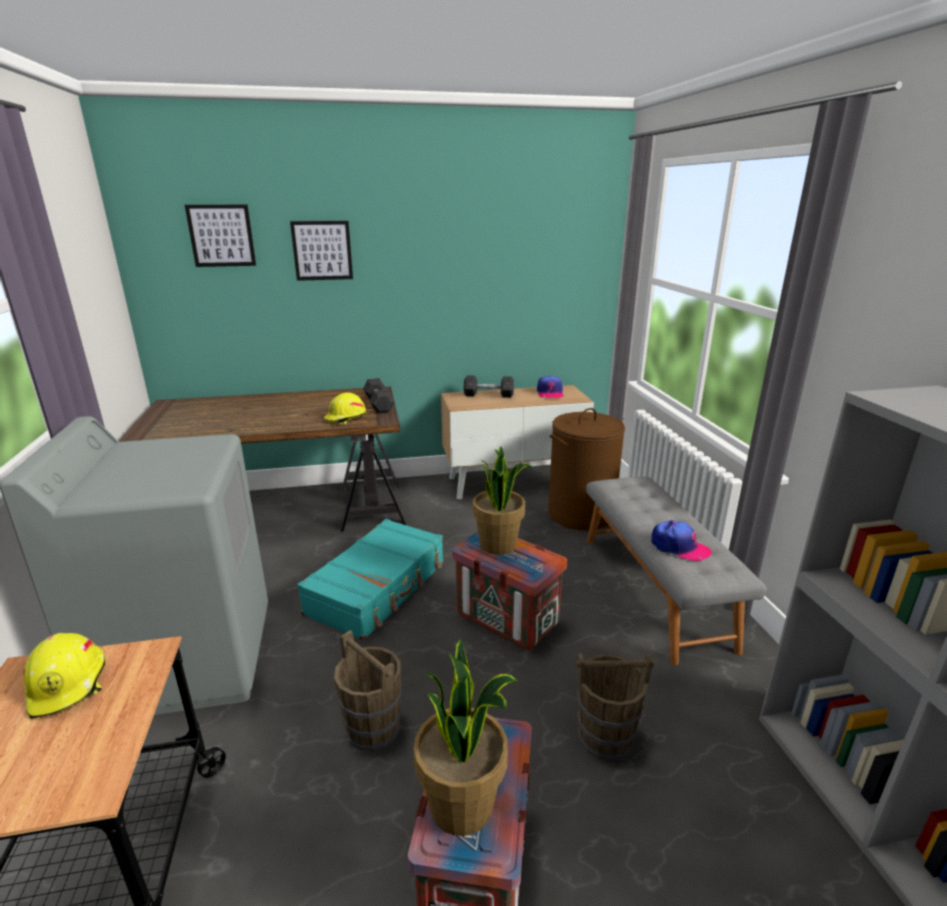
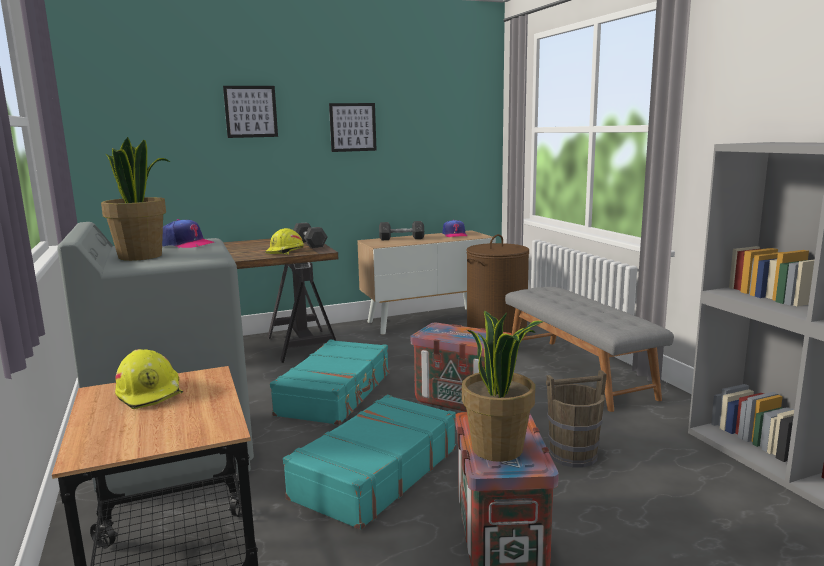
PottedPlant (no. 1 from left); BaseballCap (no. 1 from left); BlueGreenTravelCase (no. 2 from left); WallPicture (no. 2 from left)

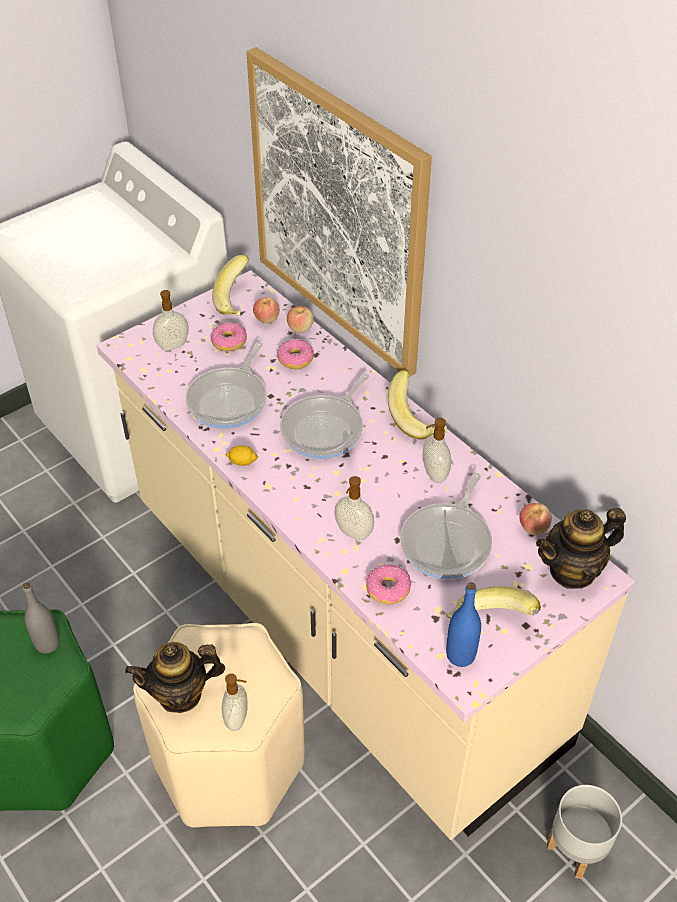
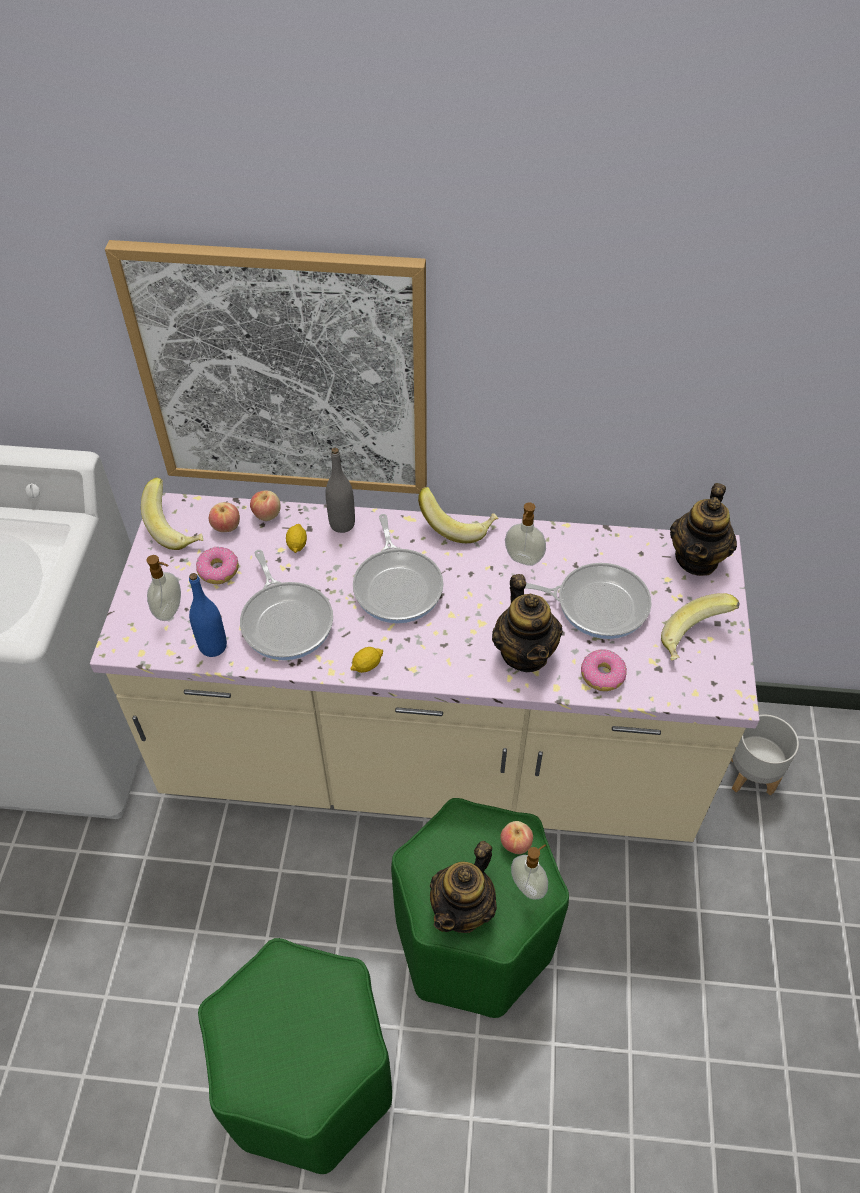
BlueColouredDrinkBottle; Lemon (no. 1 from left); GreyDrinkBottle; GreenColouredStool (no. 2 from left); PotForTea (no. 2 from left); Apple (no. 3 from left); Skillet (no. 3 from left)

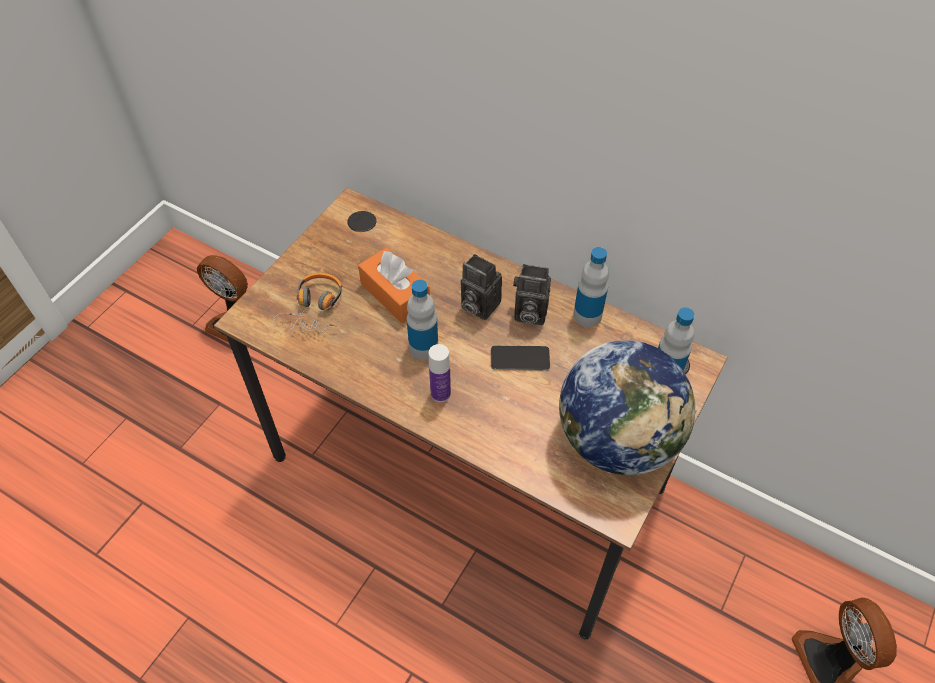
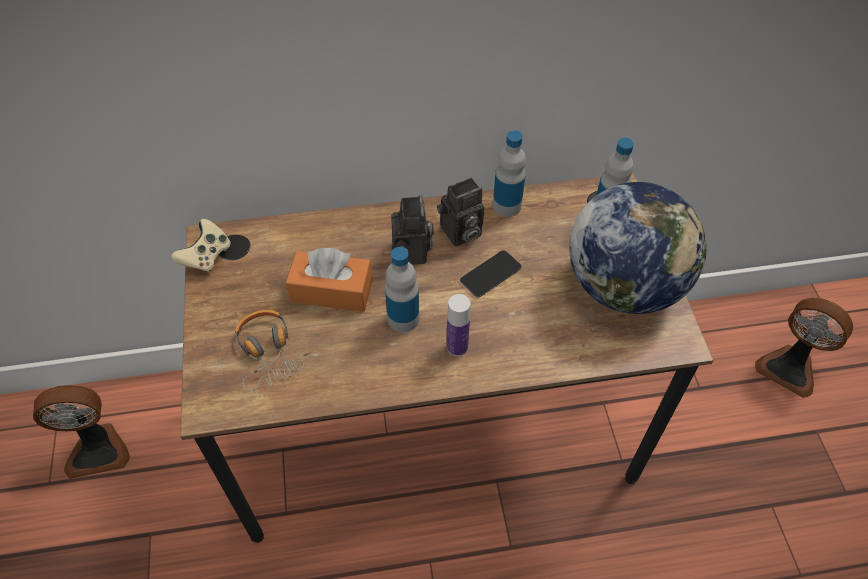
SandColouredGamepad; StillCamera (no. 1 from left)

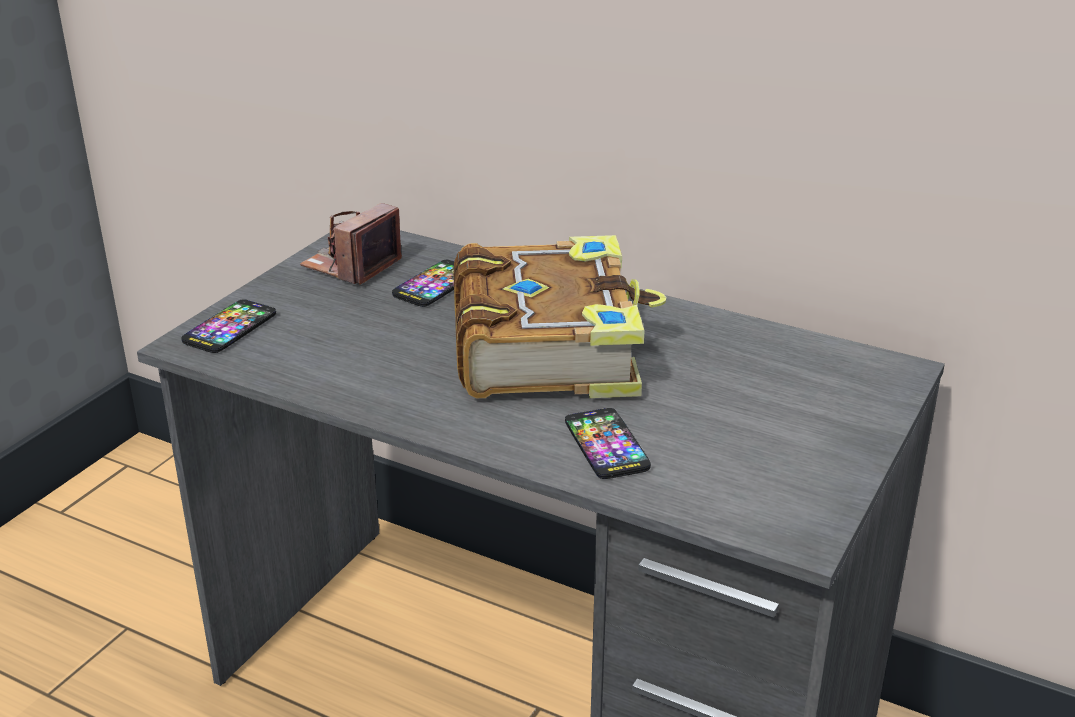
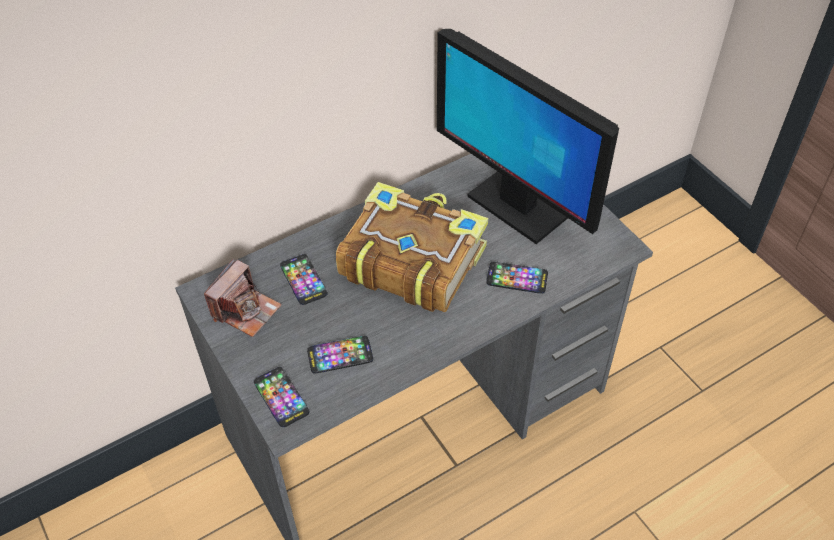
StillCamera; Phone (no. 3 from left); ComputerDisplay

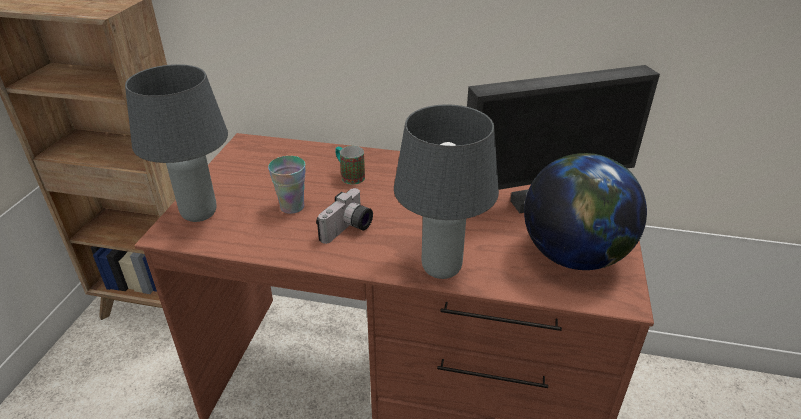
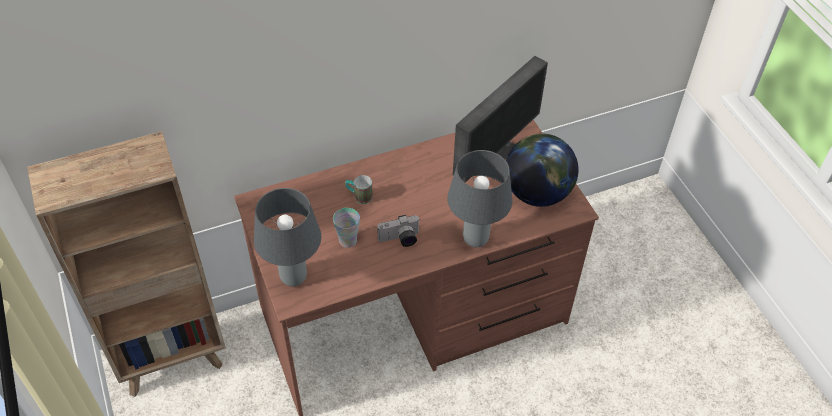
StillCamera

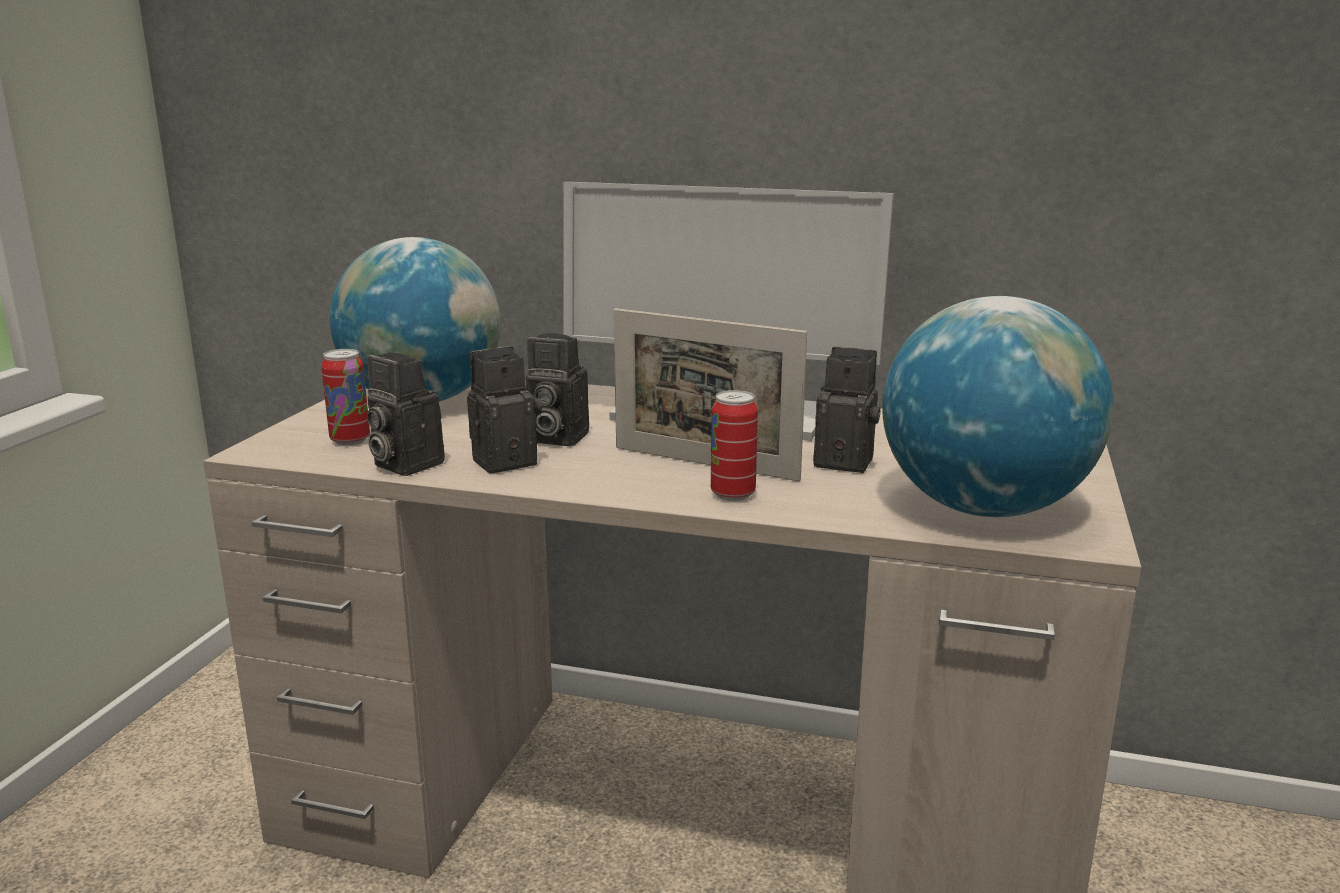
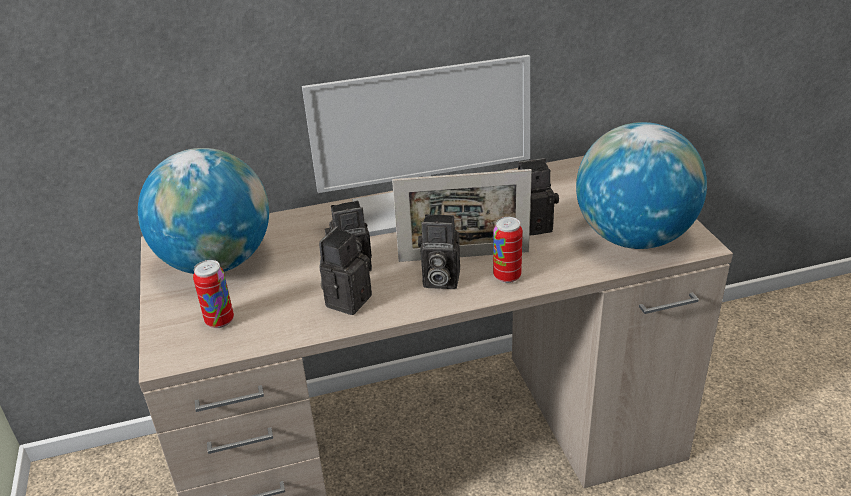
StillCamera (no. 3 from left)

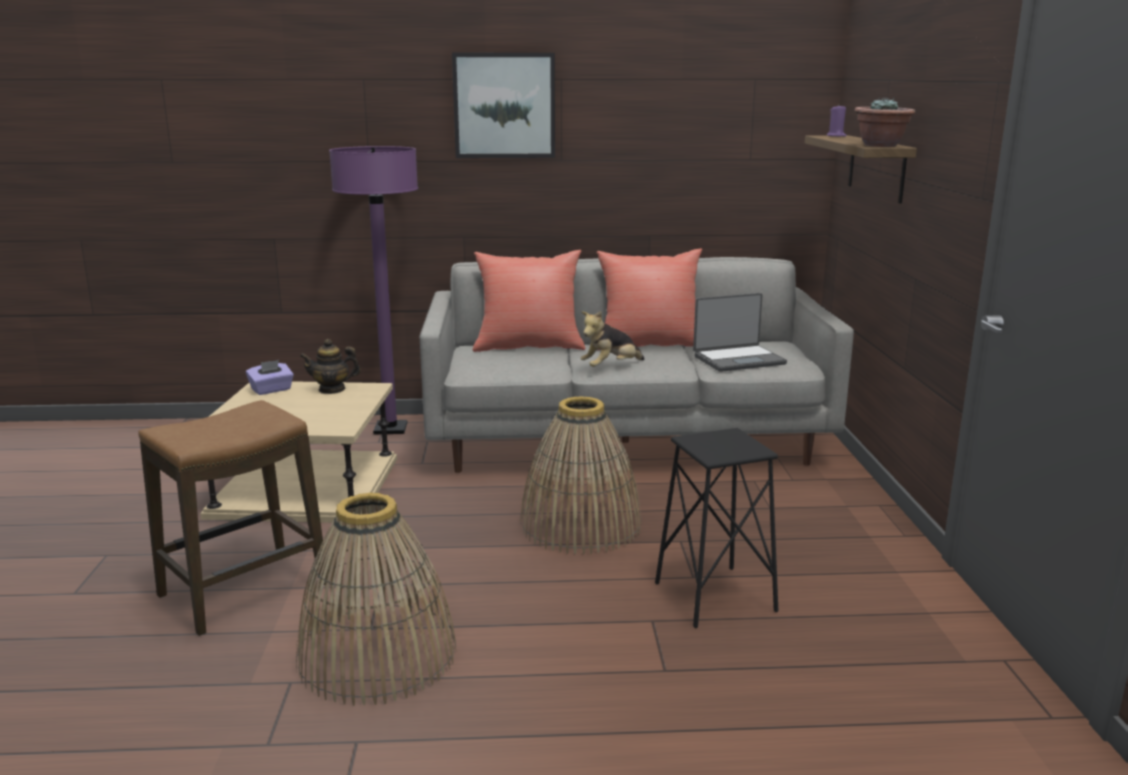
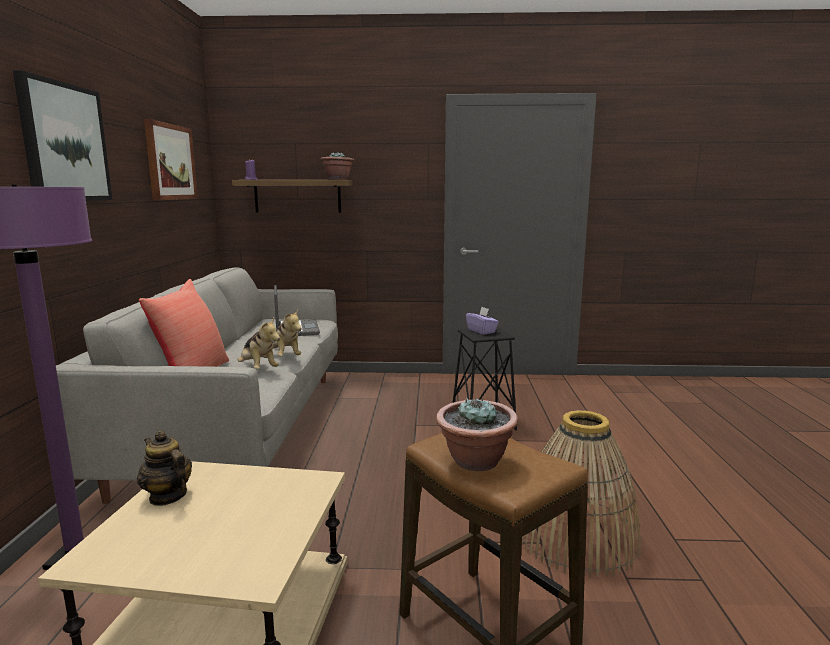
PotForTea; WallPicture (no. 2 from left); SoftToy (no. 1 from left); PottedPlant (no. 2 from left); PurpleTissueHolder; Basket (no. 2 from left in the first image); ReddishPillow (no. 2 from left in the first image)

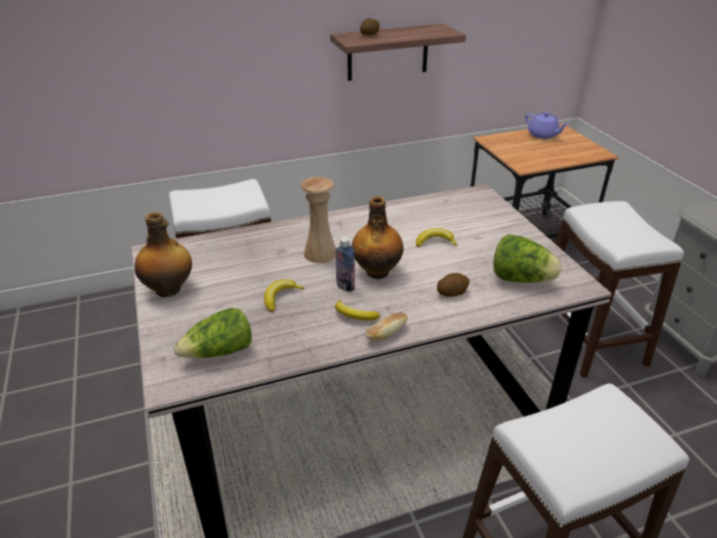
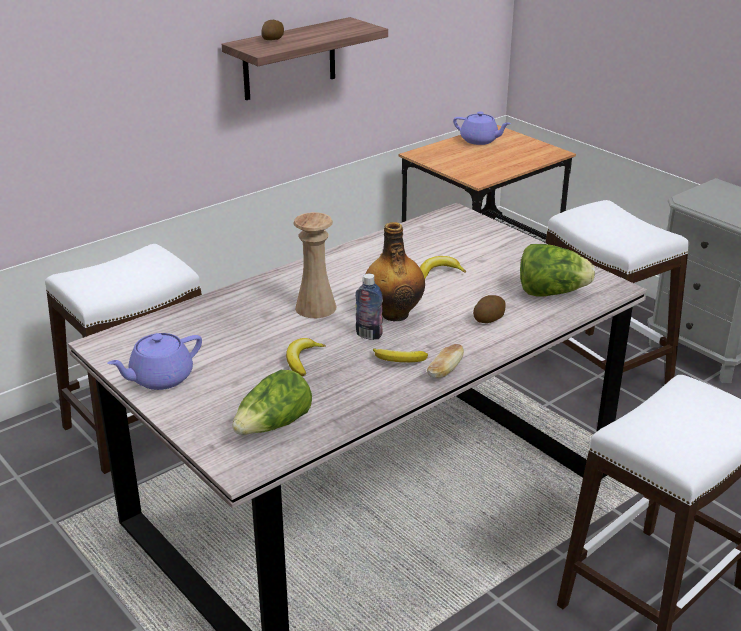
PurplePotForTea (no. 1 from left)

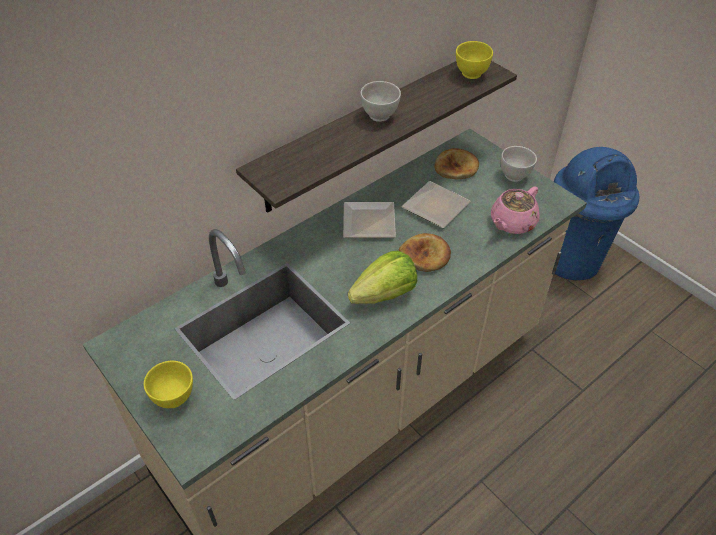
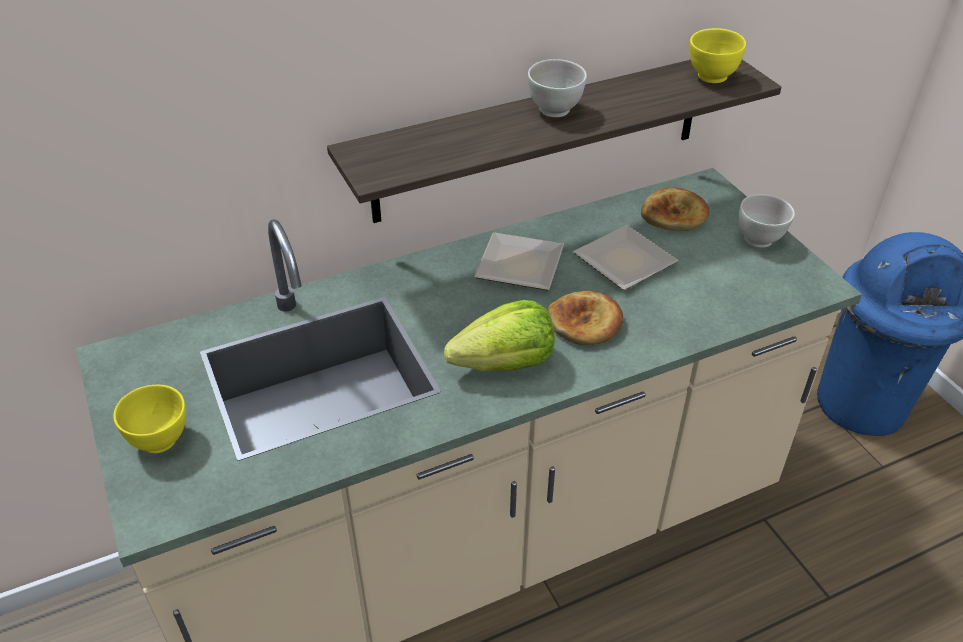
PinkColouredPotForTea

